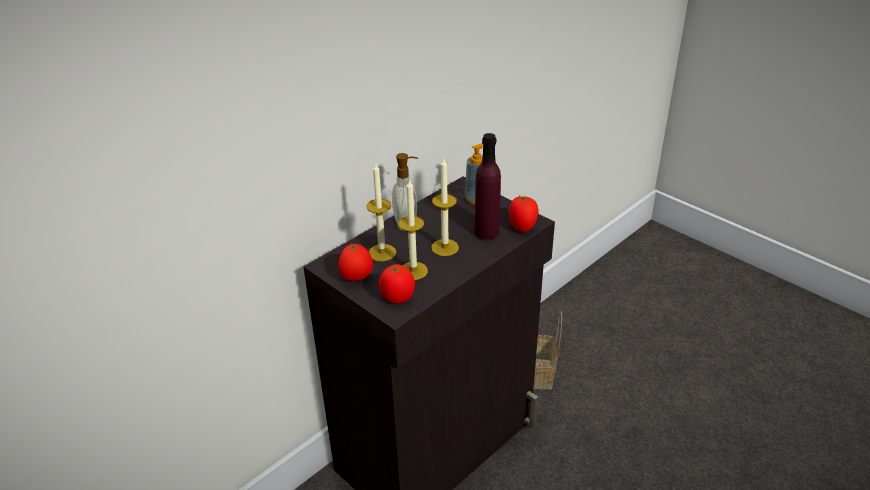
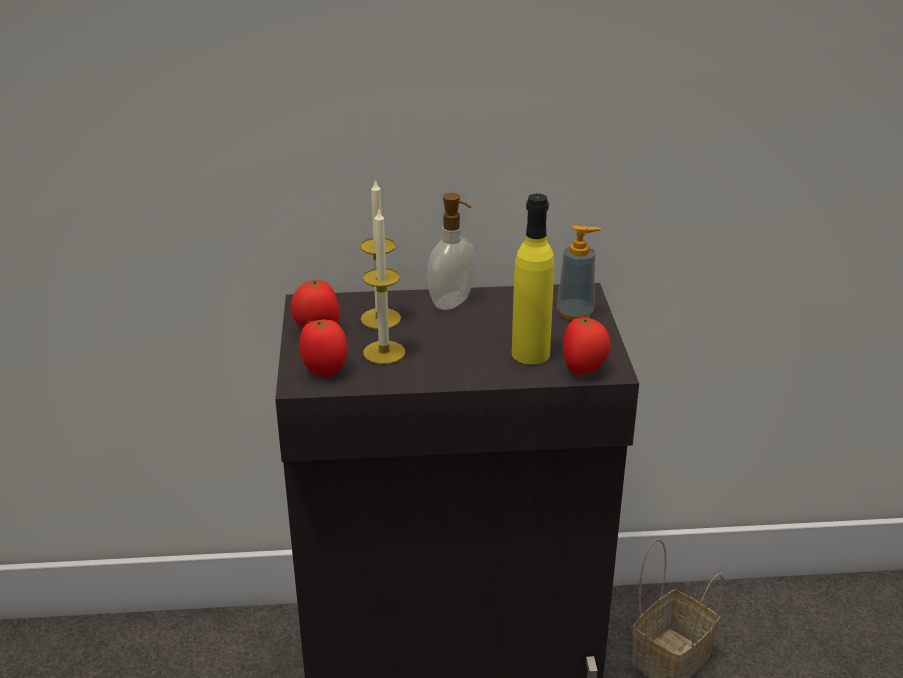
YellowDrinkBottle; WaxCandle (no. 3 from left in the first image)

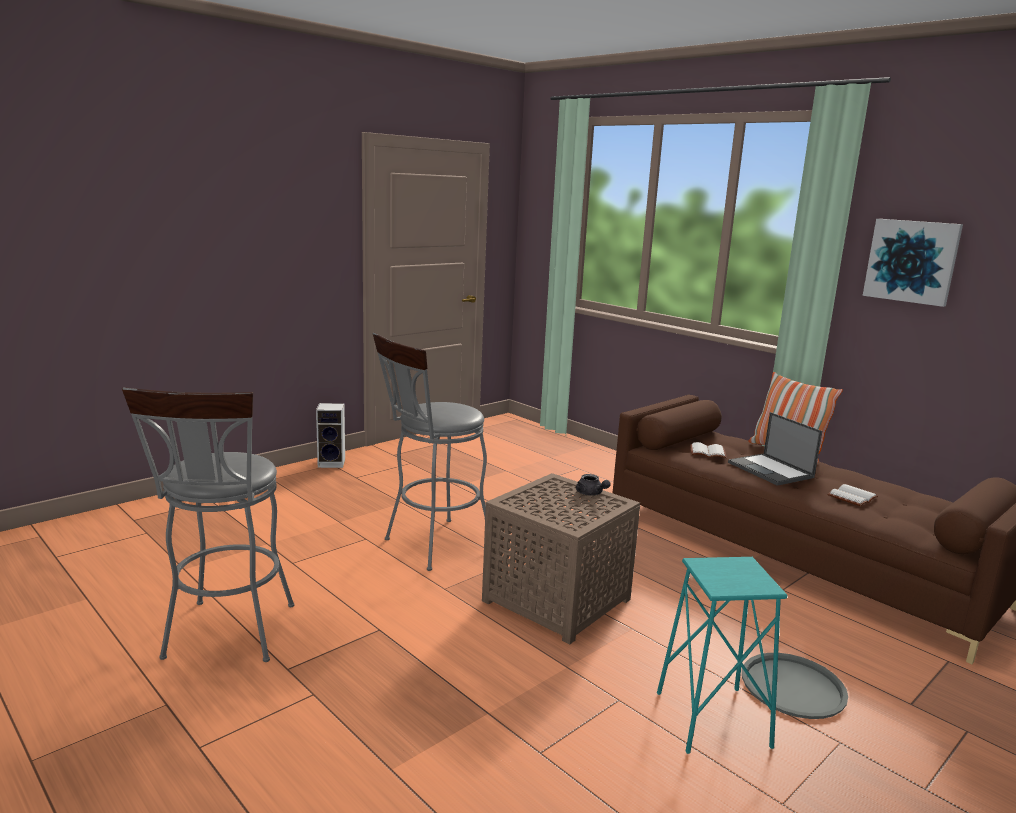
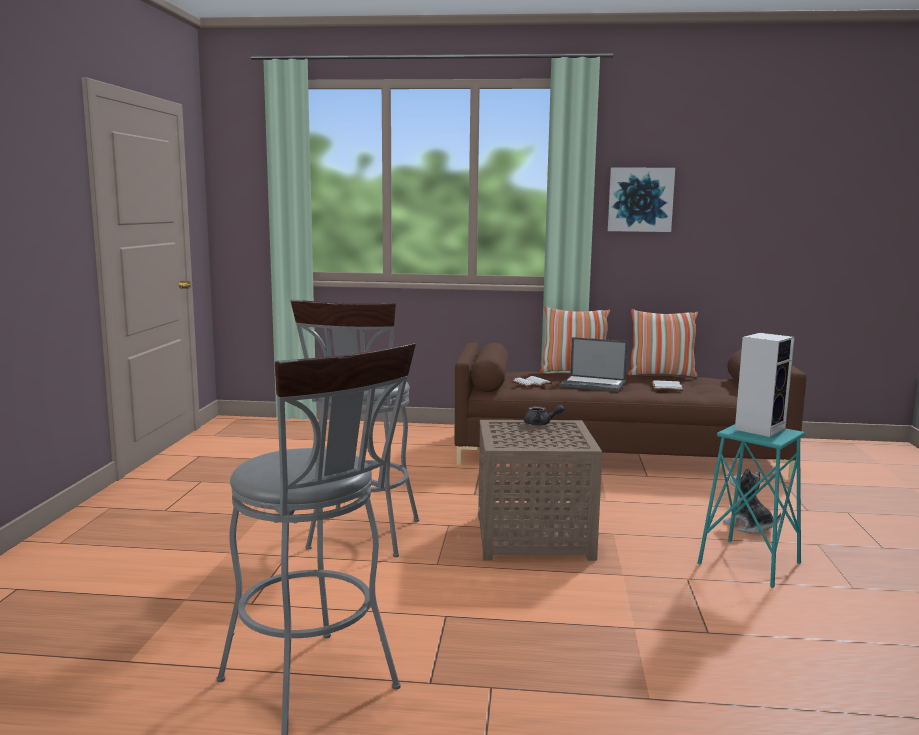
Pillow (no. 2 from left); SoftToy; AudioSpeaker

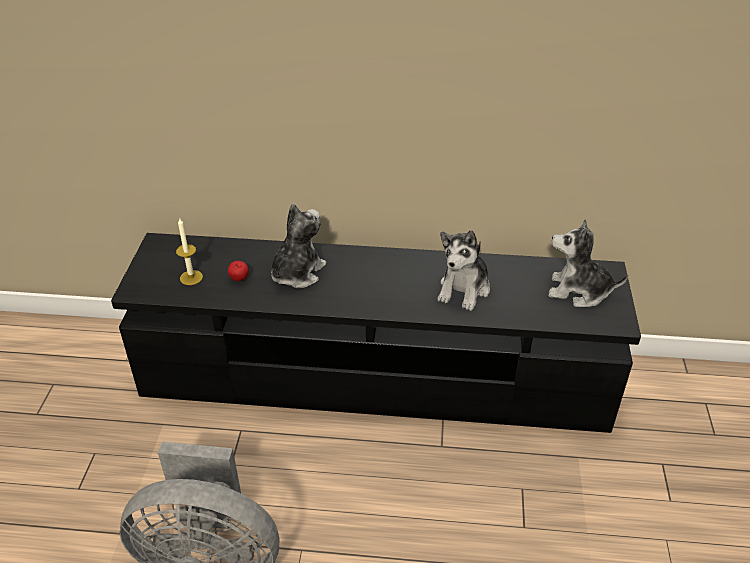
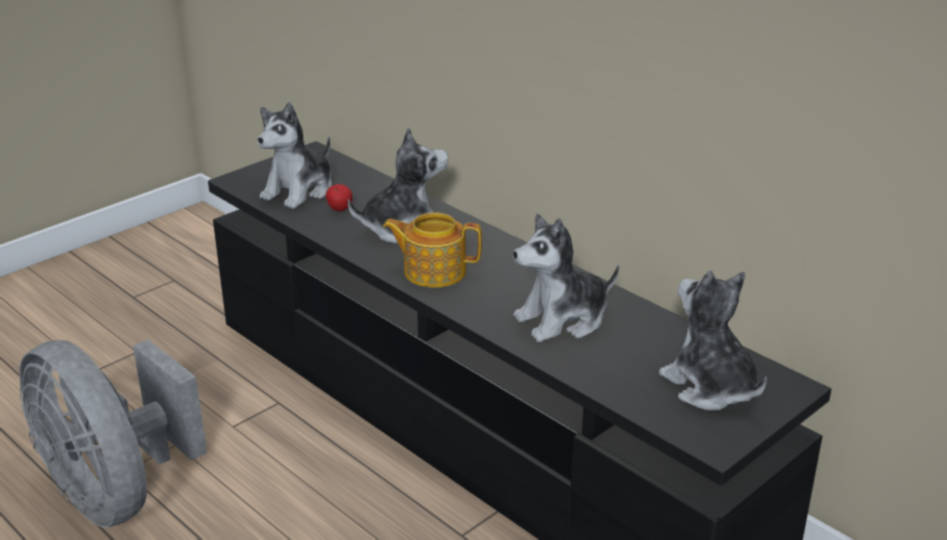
SoftToy (no. 1 from left); PotForTea

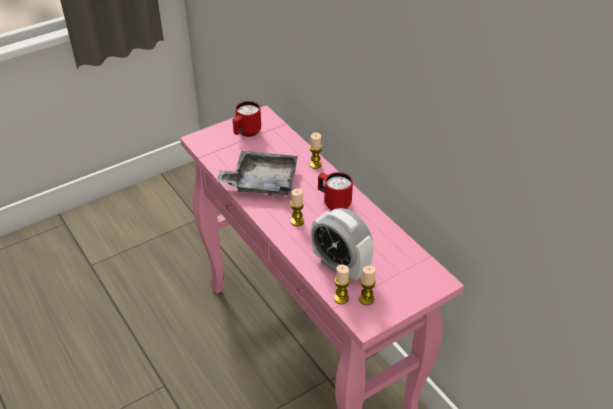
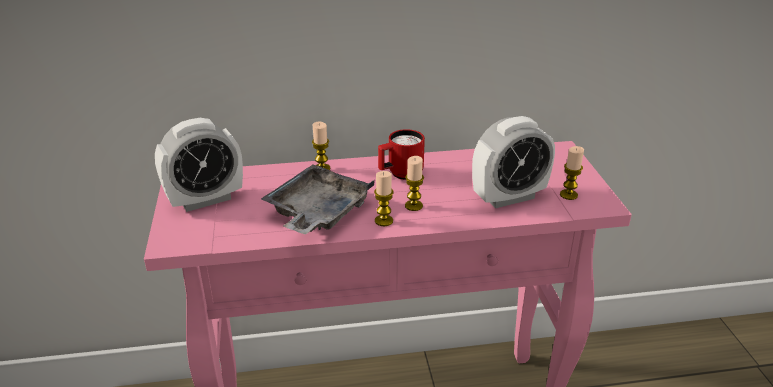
TableClock (no. 1 from left); WaxCandle (no. 2 from left)

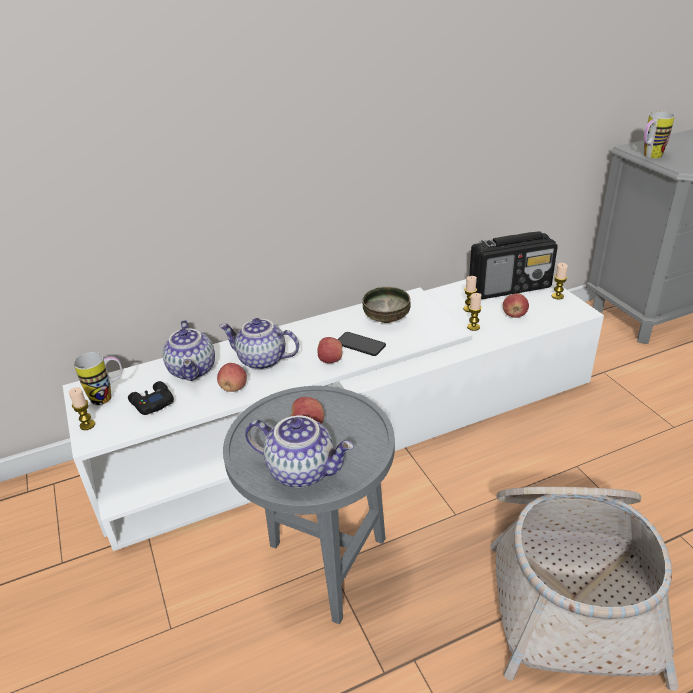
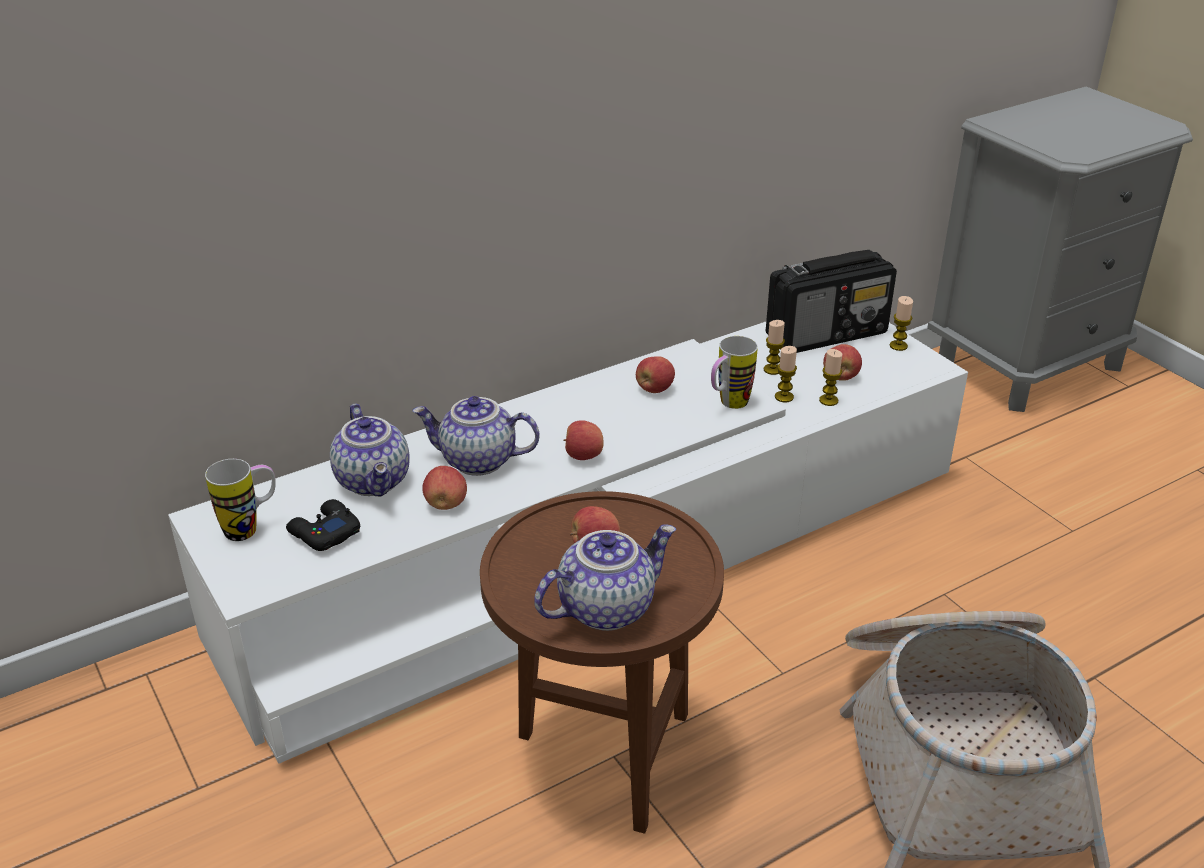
BrownAccentTable; PotForTea (no. 3 from left); Apple (no. 4 from left); Mug (no. 2 from left); WaxCandle (no. 3 from left); Phone

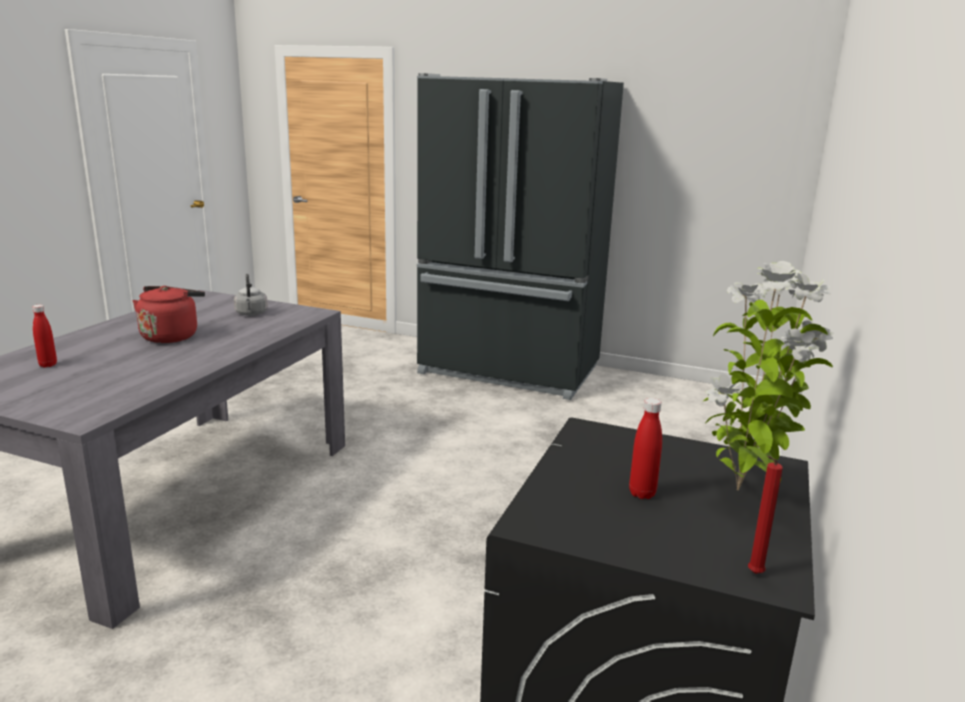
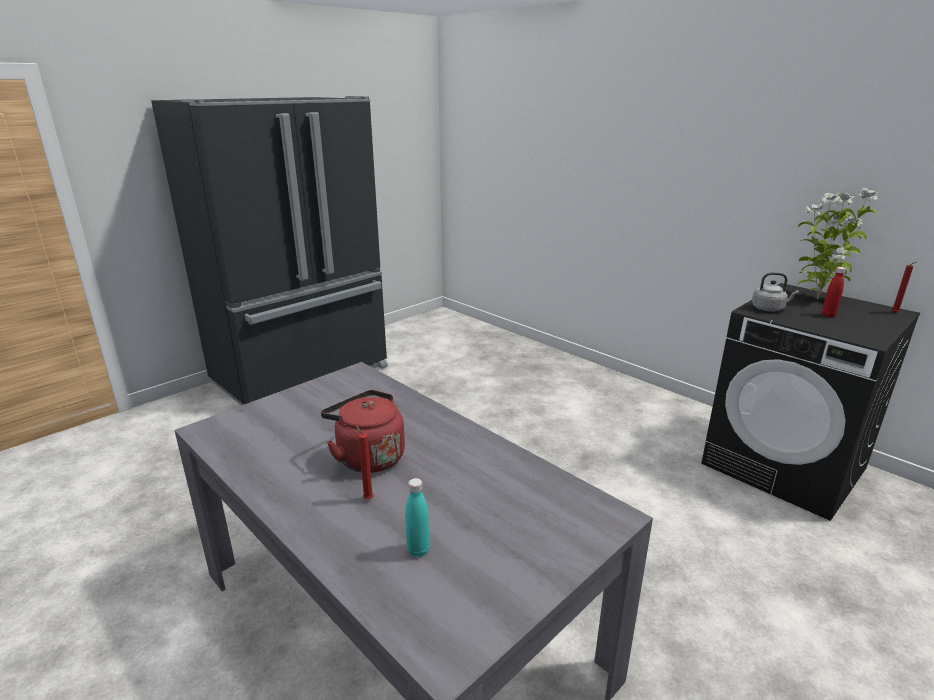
ReddishWaxCandle (no. 1 from left); BlueGreenDrinkBottle; GreyWaterKettle

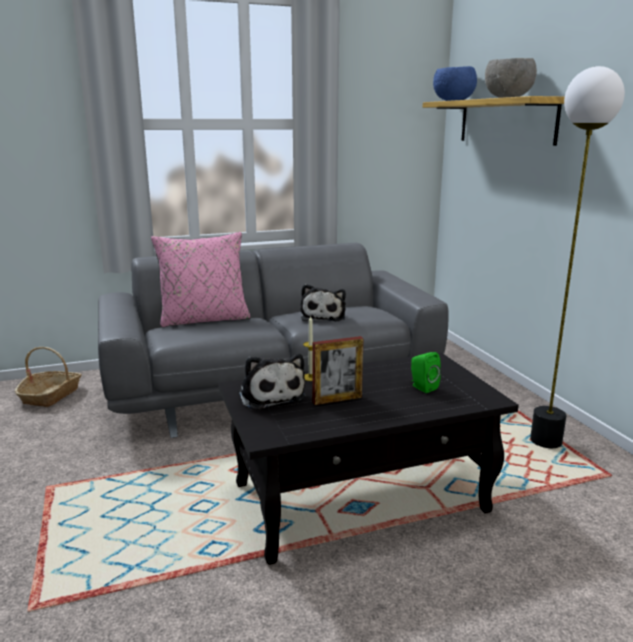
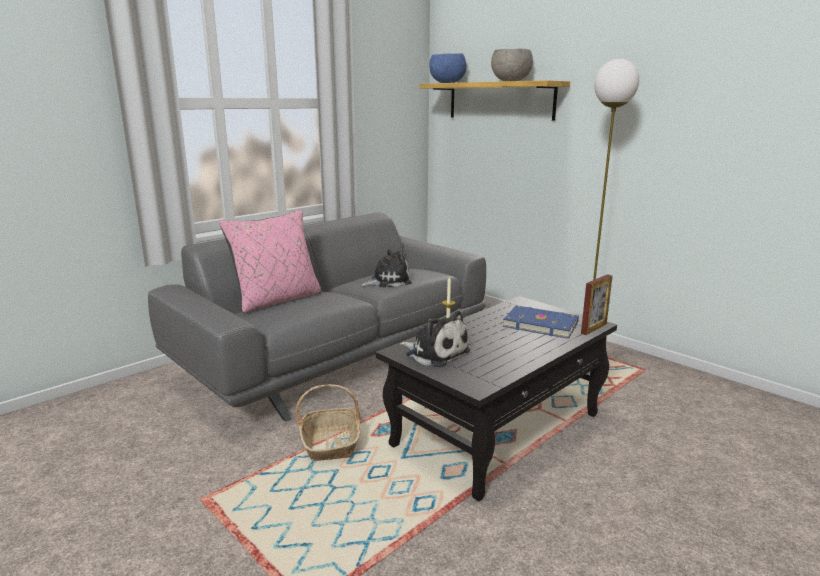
Basket; SoftToy (no. 1 from left); BlueColouredBoundBook; PictureFrame

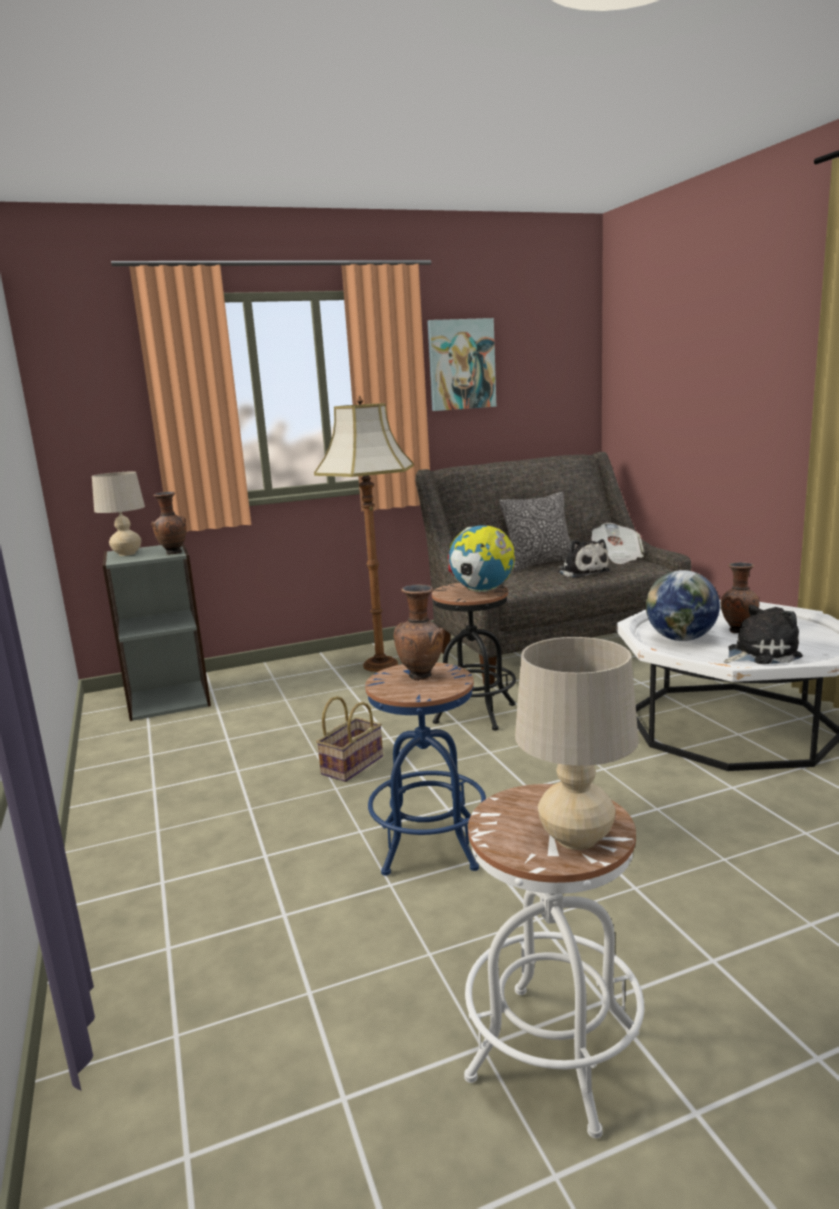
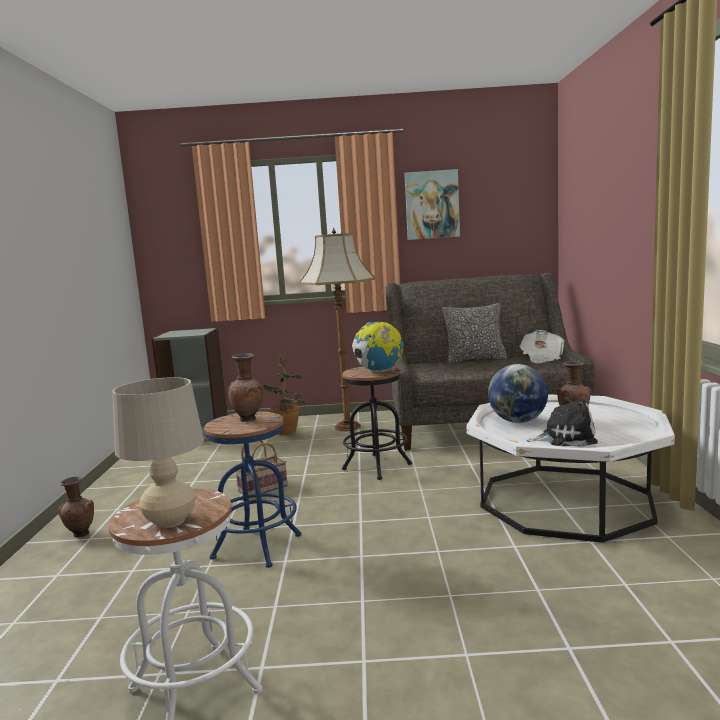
BrownVase (no. 1 from left); PottedPlant; SandColouredTabletopLamp (no. 1 from left in the first image); SoftToy (no. 1 from left in the first image)

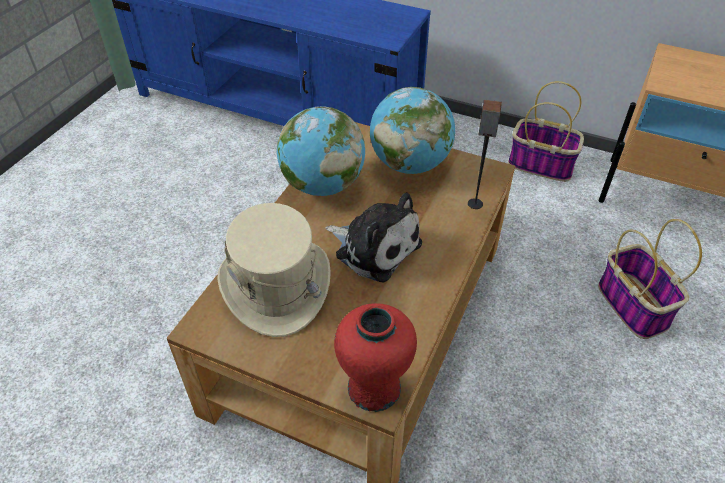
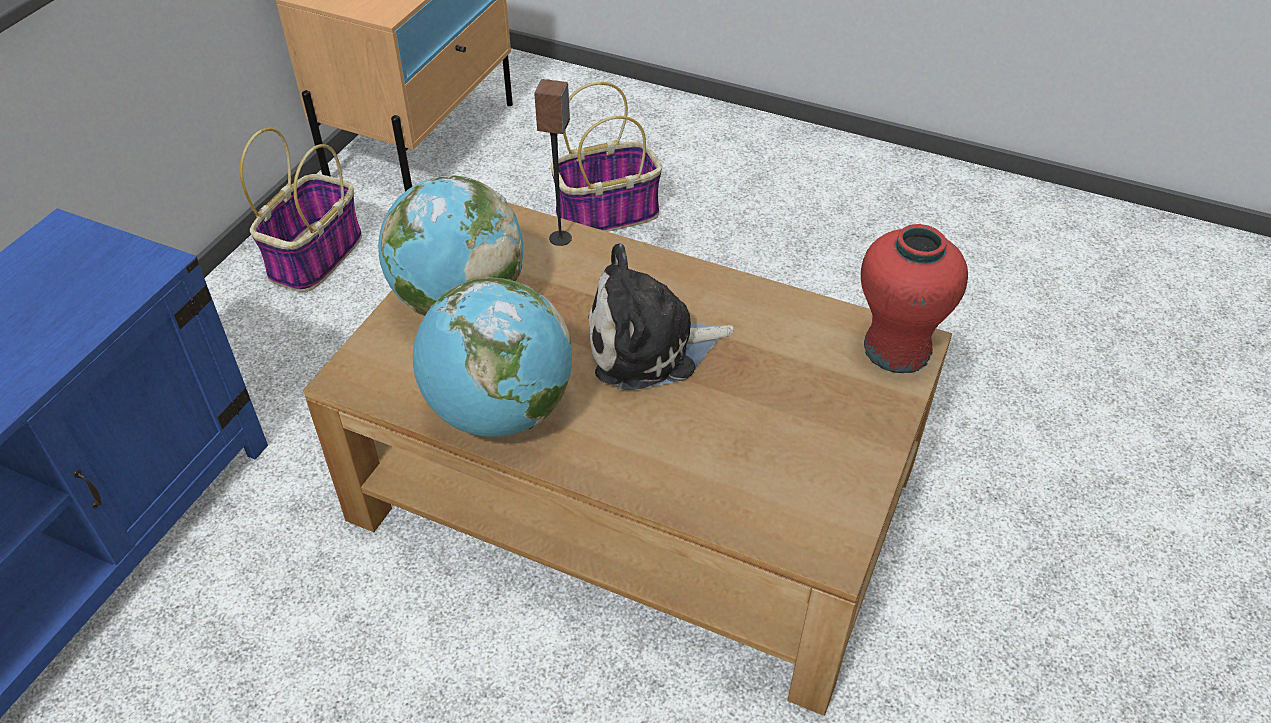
SoftToy; SandColouredWearableHat

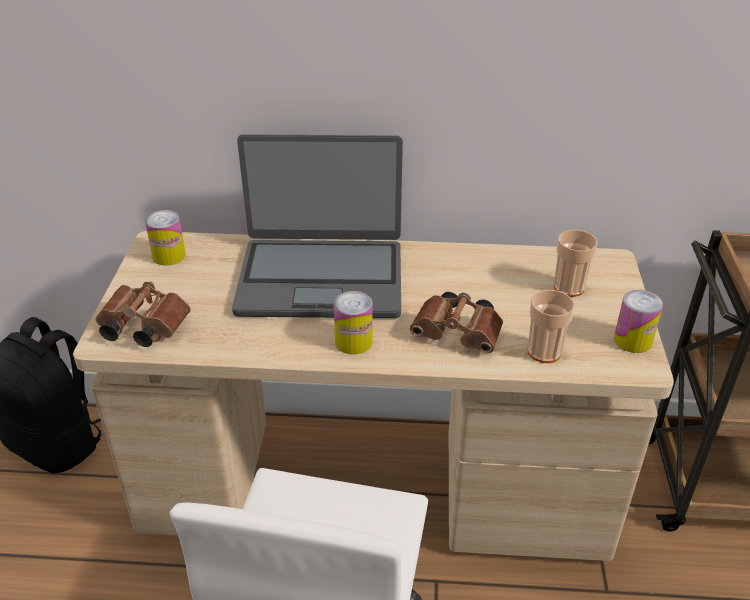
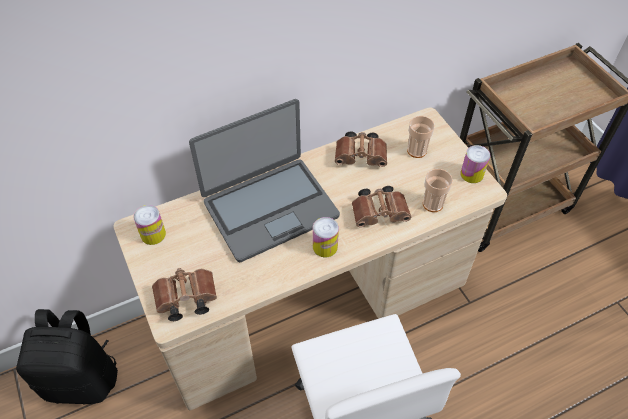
BrownFieldGlasses (no. 2 from left)

